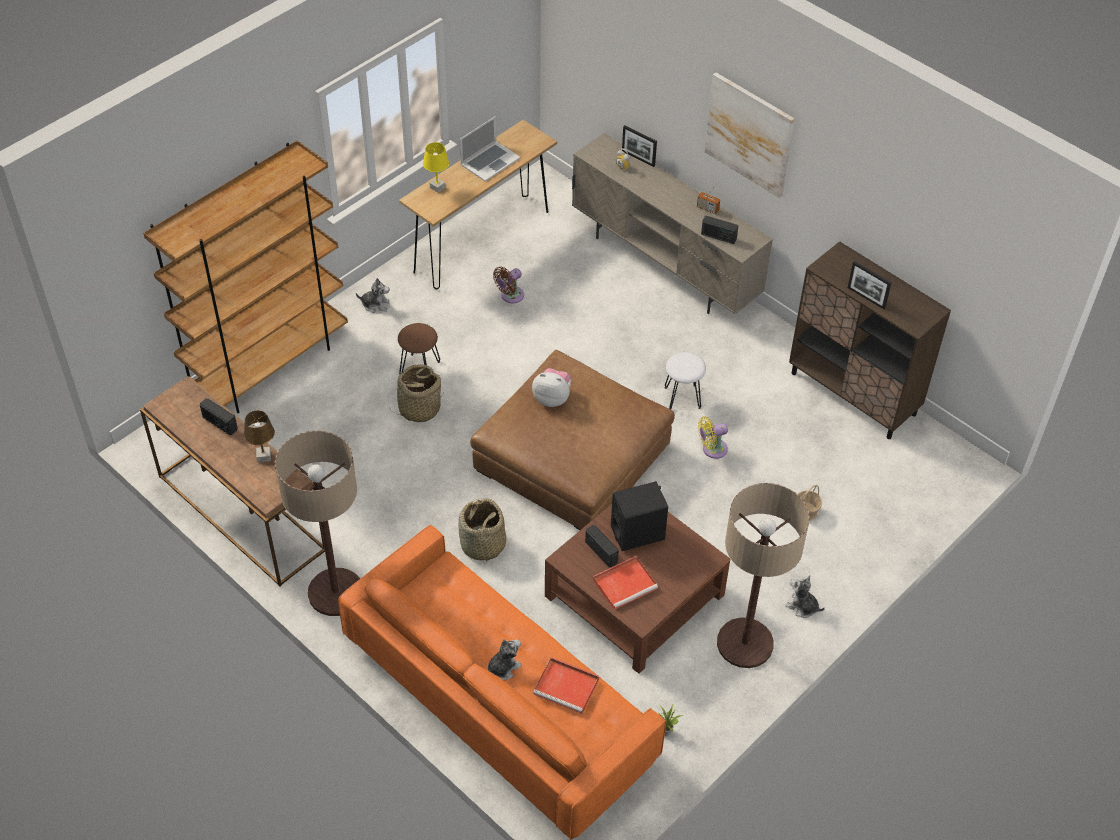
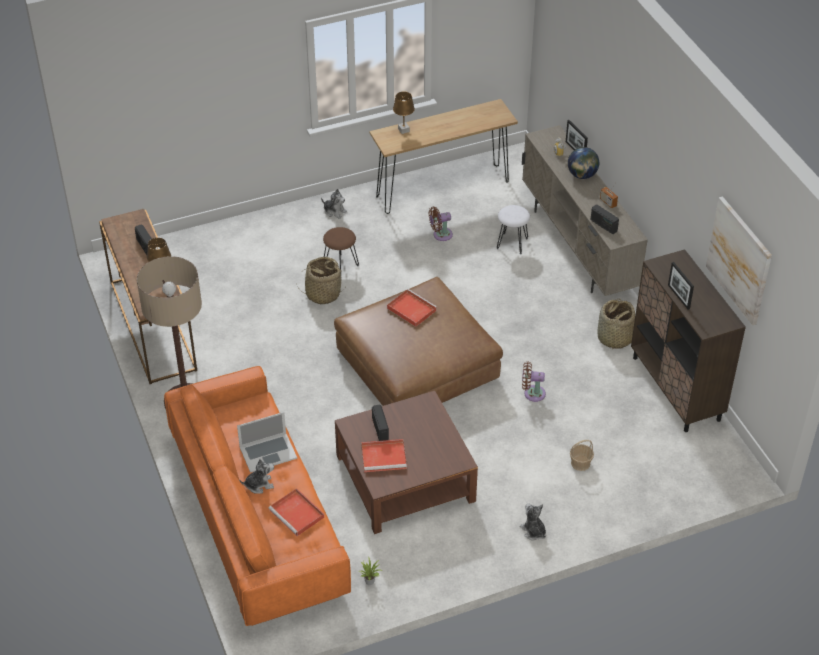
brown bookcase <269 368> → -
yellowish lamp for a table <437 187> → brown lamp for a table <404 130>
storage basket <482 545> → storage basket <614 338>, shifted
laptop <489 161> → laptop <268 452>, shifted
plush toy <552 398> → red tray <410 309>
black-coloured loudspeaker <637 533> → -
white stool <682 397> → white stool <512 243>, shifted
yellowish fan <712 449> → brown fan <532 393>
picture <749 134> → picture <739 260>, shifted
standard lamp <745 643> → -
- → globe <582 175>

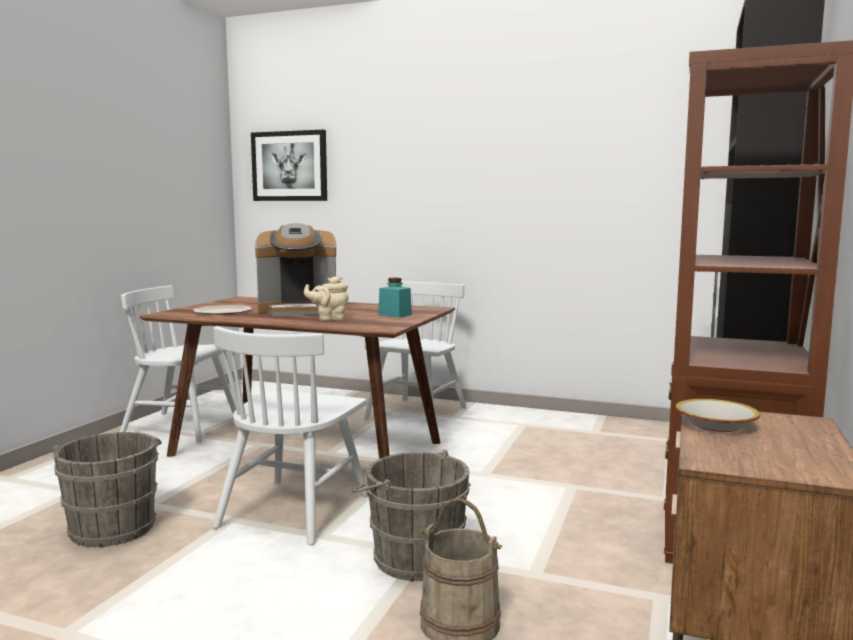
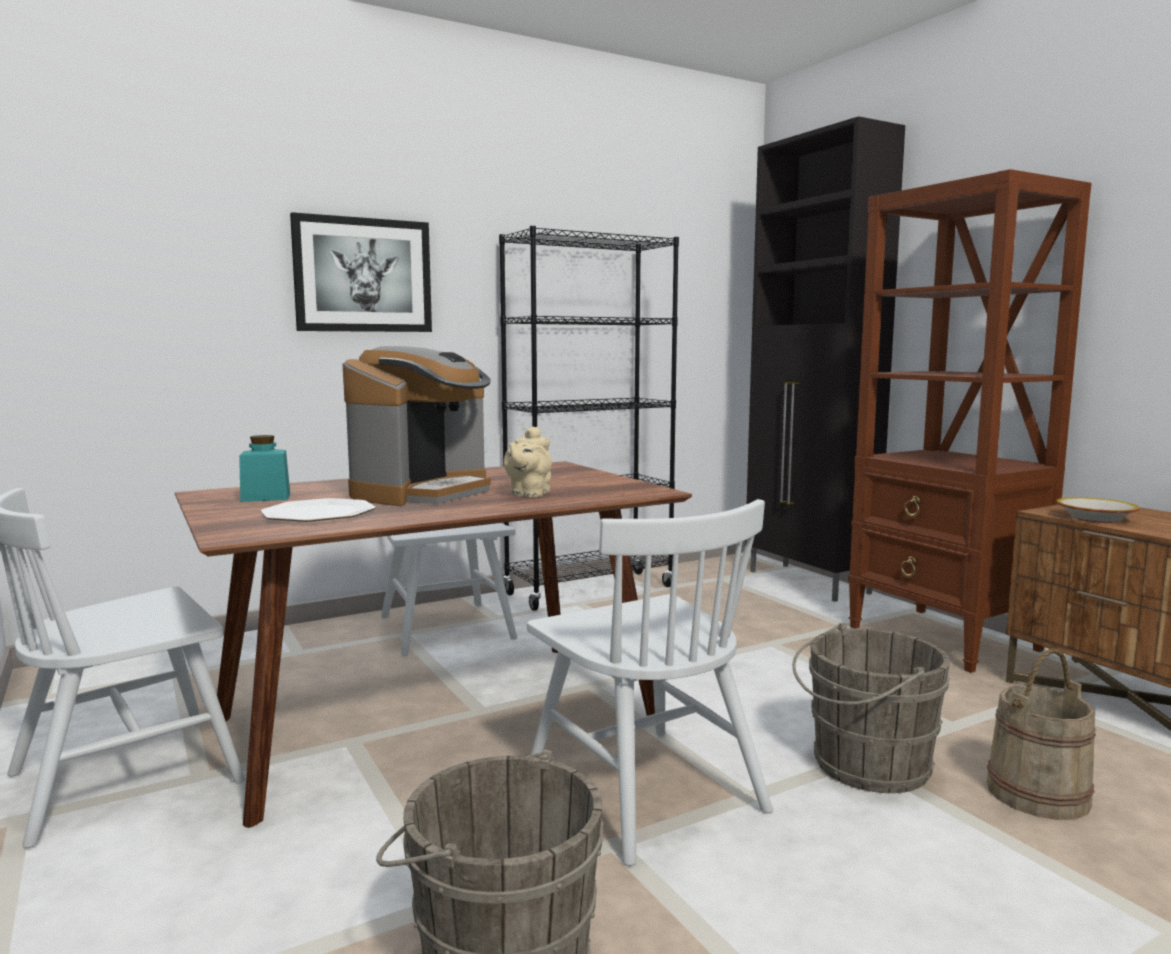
picture <289 166> → picture <363 275>, shifted
blue-green preserve jar <395 315> → blue-green preserve jar <266 497>, shifted
- → black-coloured bookcase <589 590>

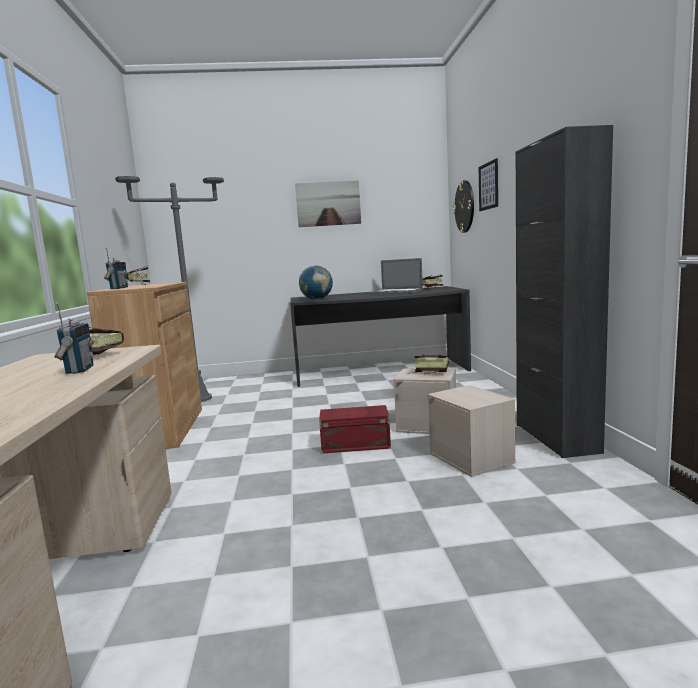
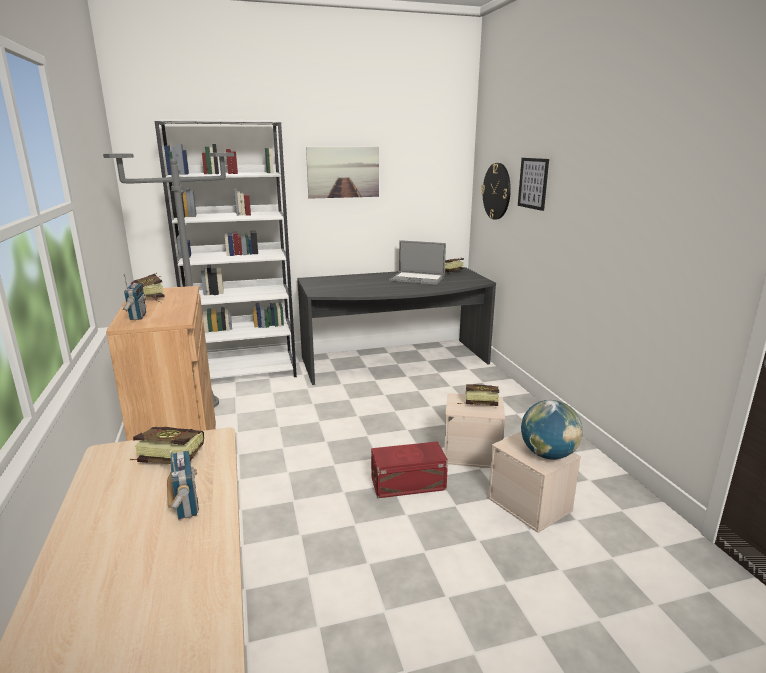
globe <317 299> → globe <548 455>, shifted
black-coloured storage cabinet <556 438> → -
- → white bookcase <245 372>

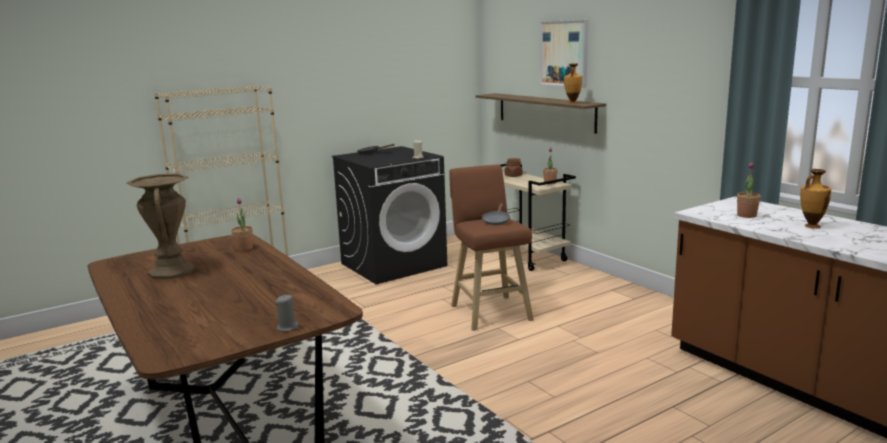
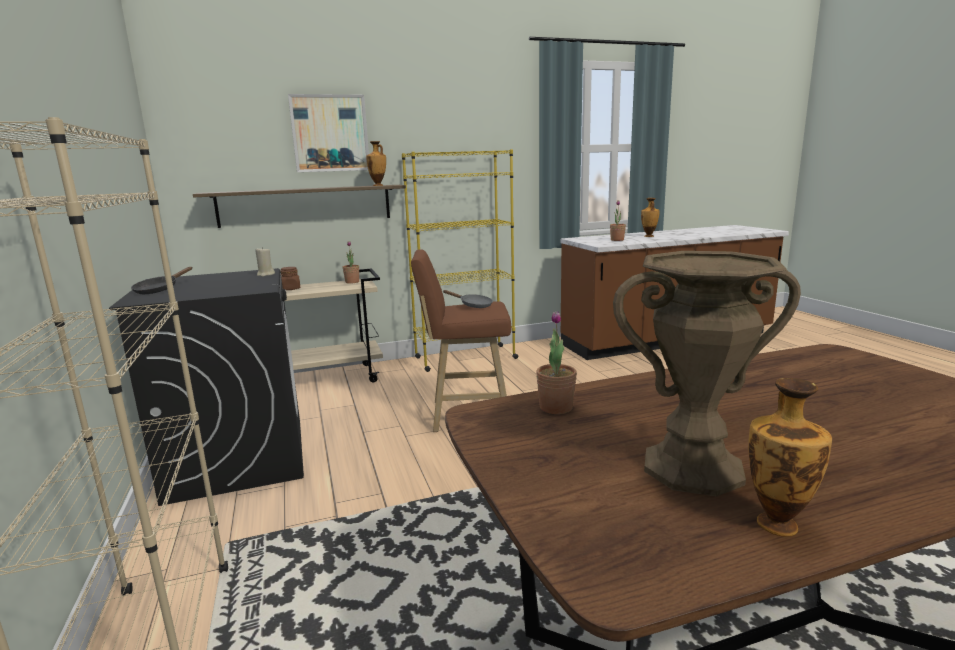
gray candle <287 327> → -
- → yellowish bookcase <465 358>
- → decorative vase <777 523>

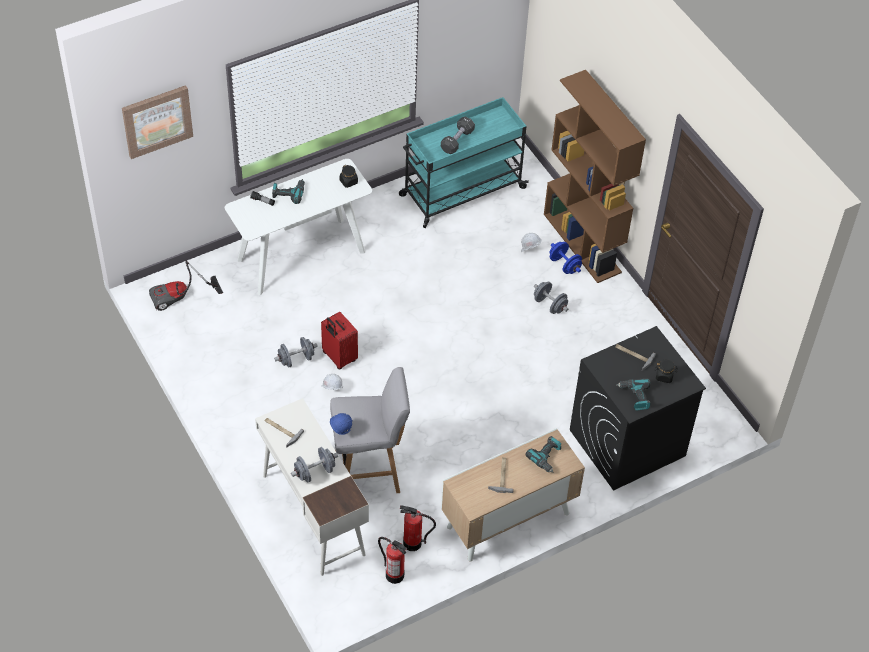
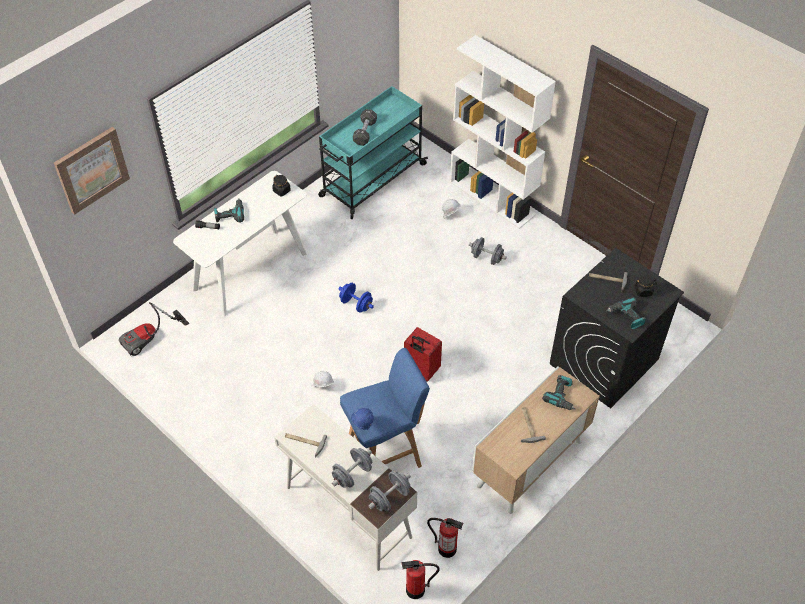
gray free weight <296 359> → gray free weight <389 497>, shifted
red travel case <338 357> → red travel case <421 370>, shifted
gray stool <369 471> → bluish stool <386 454>
extinguisher <412 543> → extinguisher <415 590>, shifted
brown bookcase <583 243> → white bookcase <493 198>
bluish free weight <564 265> → bluish free weight <356 304>, shifted

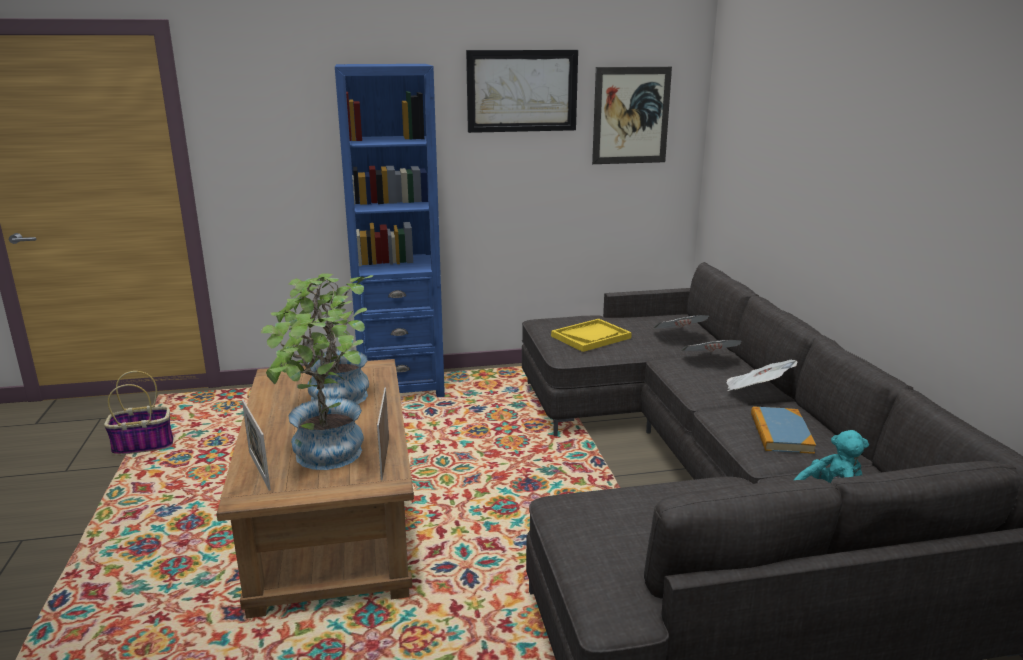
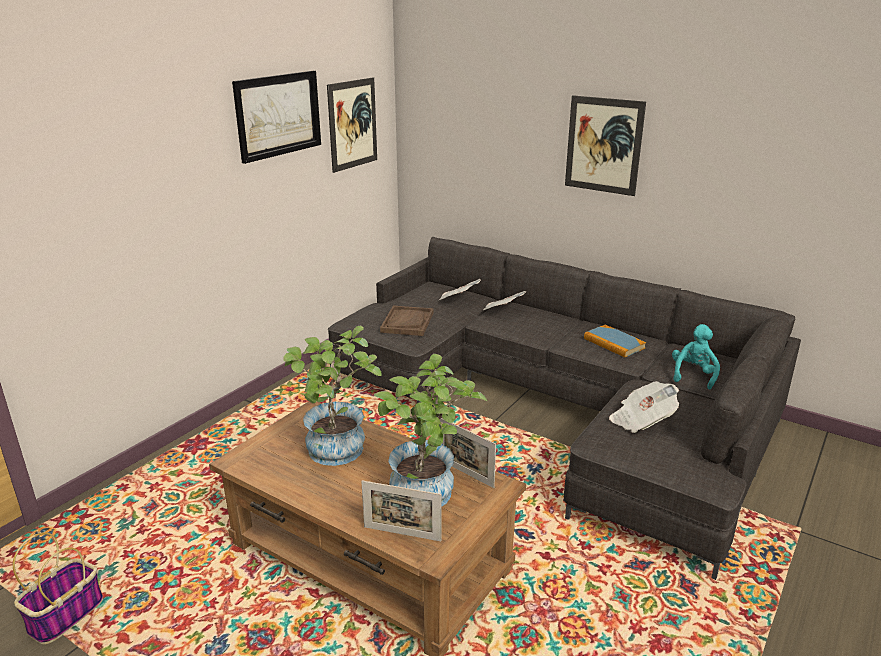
bluish bookcase <401 386> → -
yellowish tray <591 337> → brown tray <407 322>
printed paper <756 391> → printed paper <641 421>, shifted
- → picture <603 145>

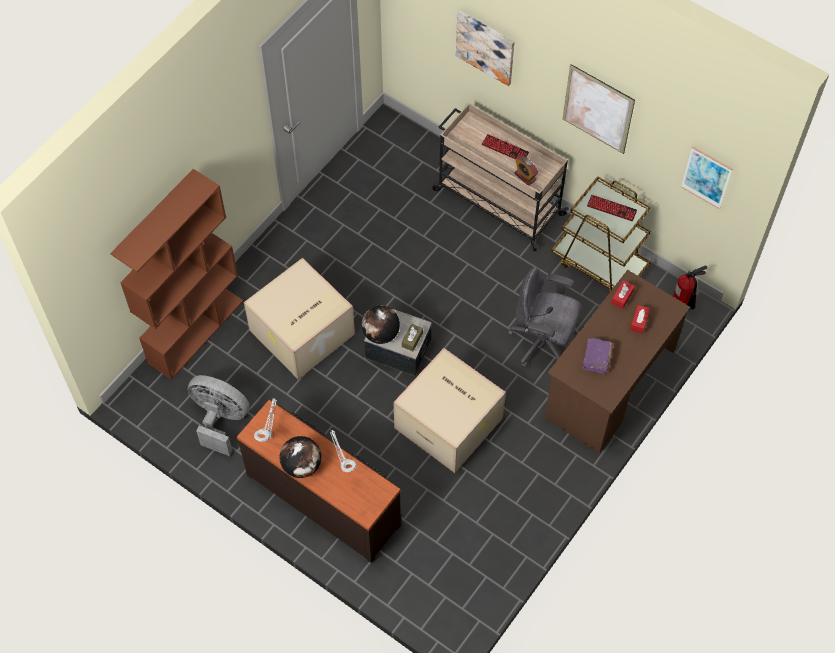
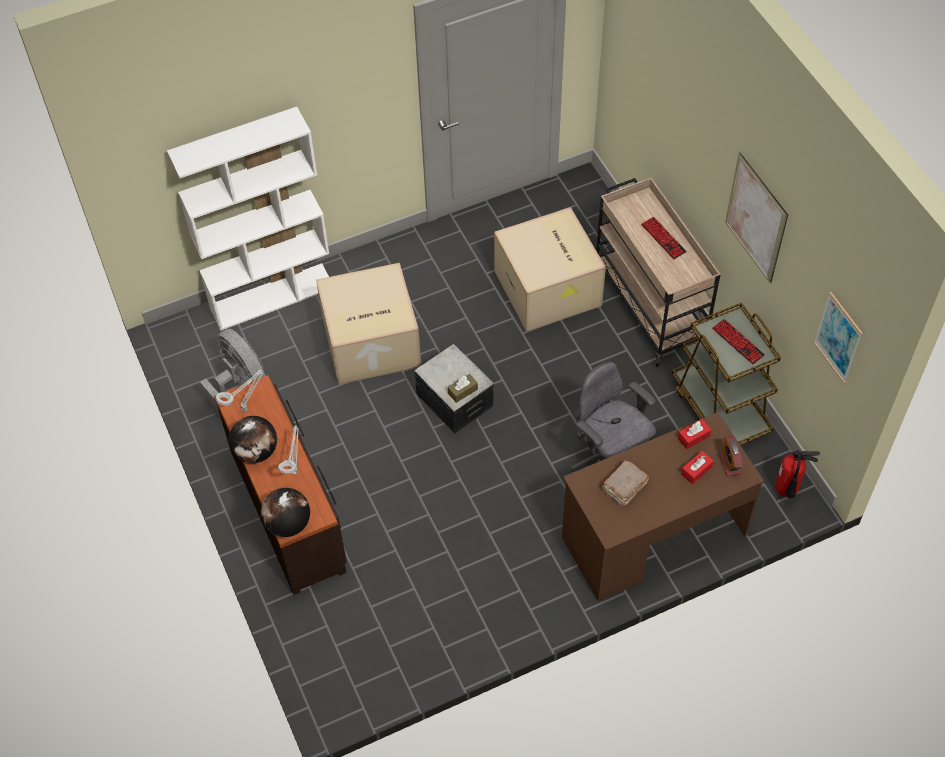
brown bookcase <195 331> → white bookcase <272 296>
globe <381 334> → globe <288 524>, shifted
packing box <450 423> → packing box <549 289>, shifted
picture <486 47> → -
bedside clock <525 176> → bedside clock <729 464>, shifted
purple-coloured volume <596 359> → brown volume <623 487>

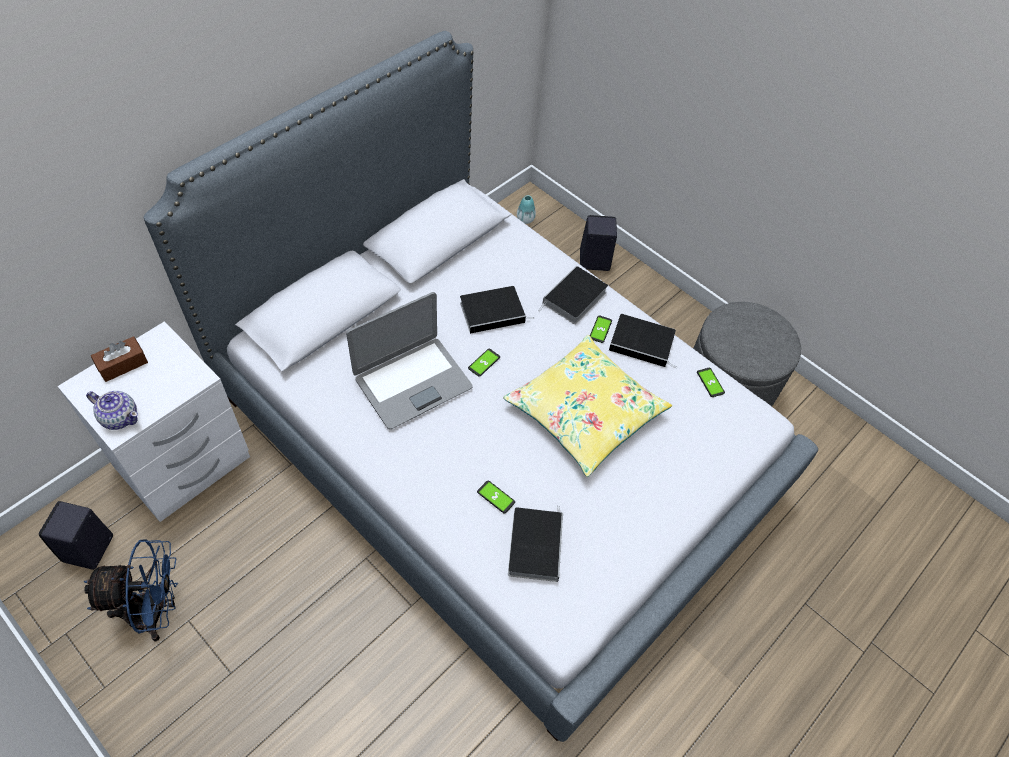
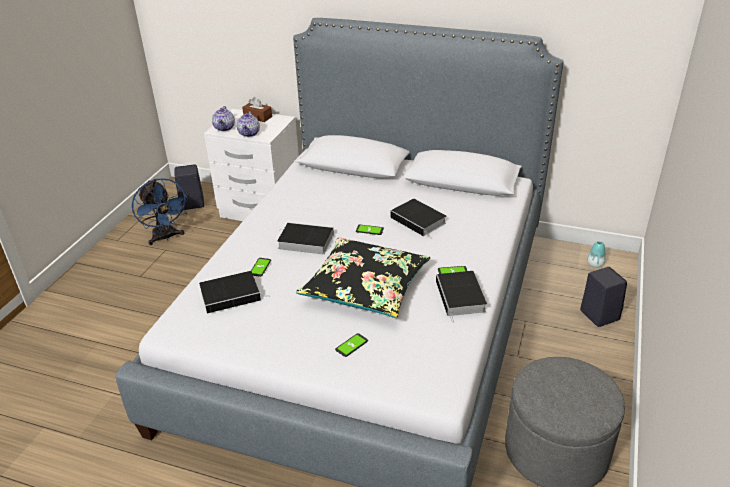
laptop <412 382> → -
yellowish cushion <585 412> → black-coloured cushion <365 287>
volume <574 299> → volume <304 241>, shifted
telephone <710 382> → telephone <351 345>, shifted
- → tea pot <249 133>

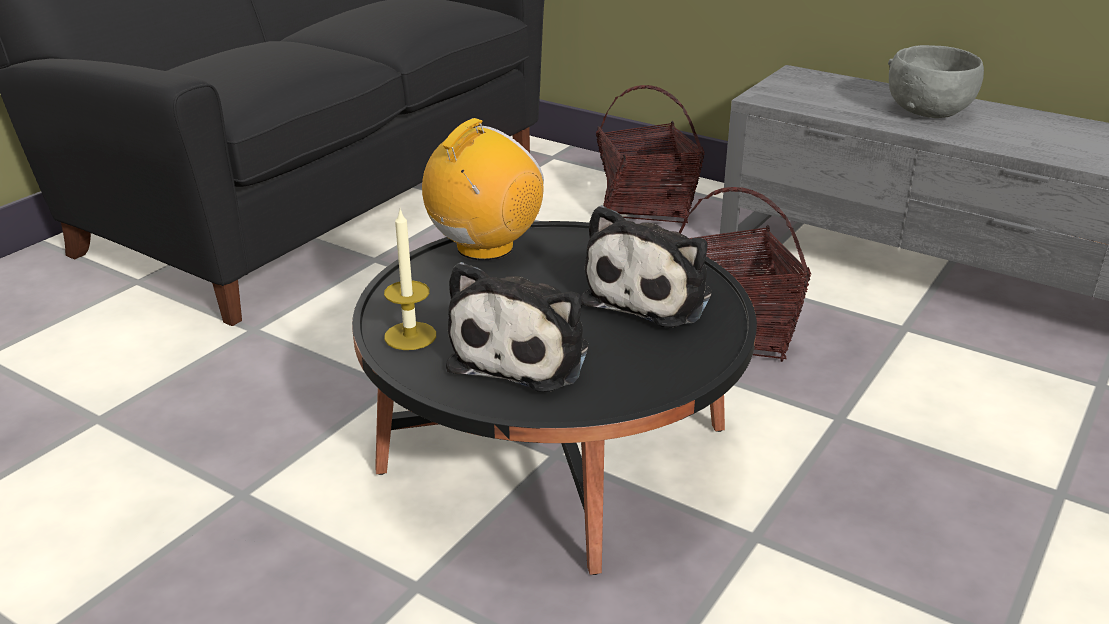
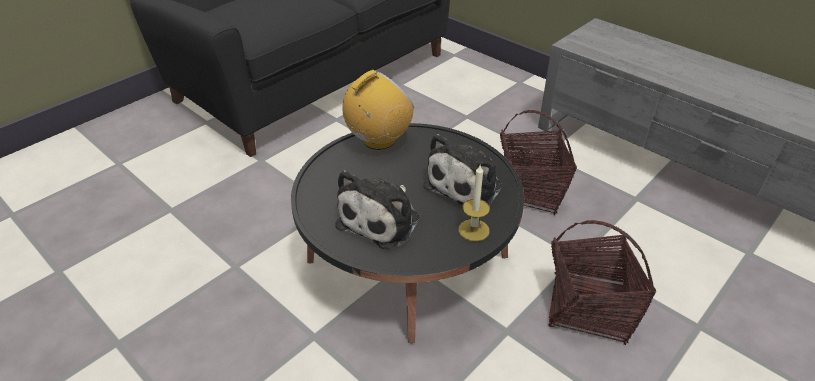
candle <410 336> → candle <473 230>, shifted
storage basket <646 207> → storage basket <589 308>, shifted
gray bowl <928 111> → -

